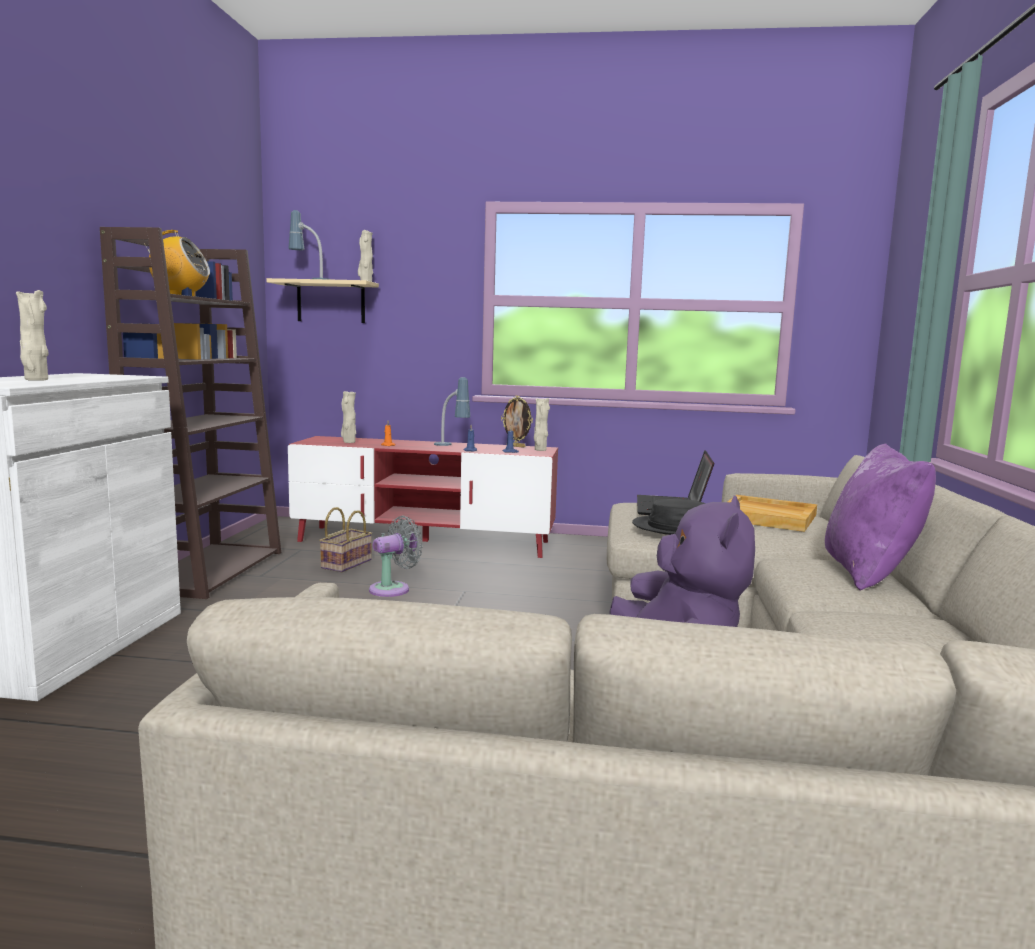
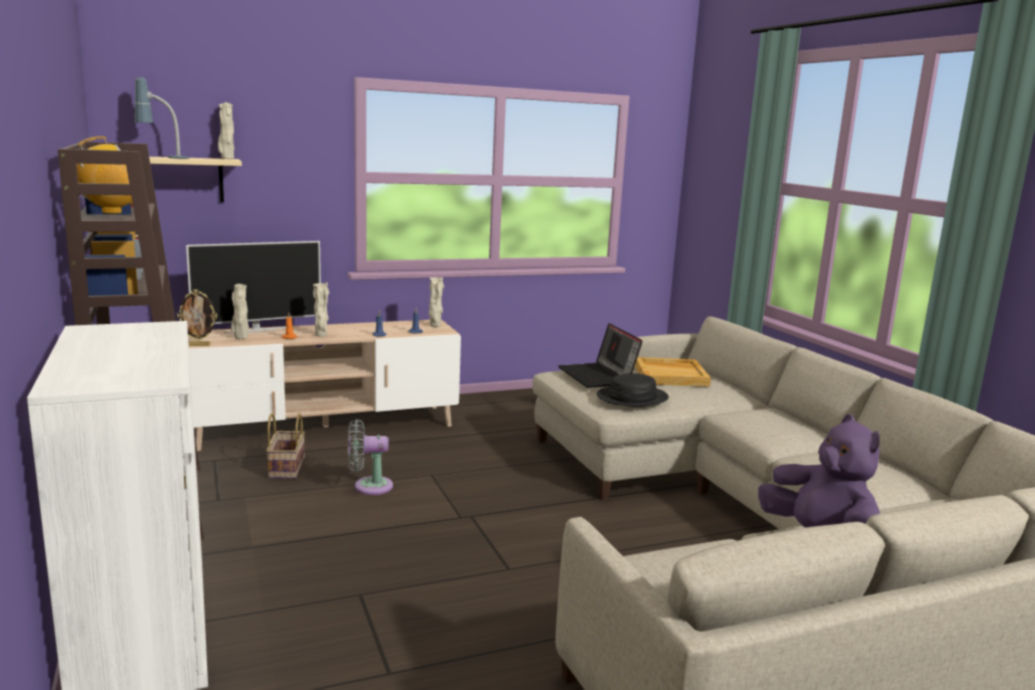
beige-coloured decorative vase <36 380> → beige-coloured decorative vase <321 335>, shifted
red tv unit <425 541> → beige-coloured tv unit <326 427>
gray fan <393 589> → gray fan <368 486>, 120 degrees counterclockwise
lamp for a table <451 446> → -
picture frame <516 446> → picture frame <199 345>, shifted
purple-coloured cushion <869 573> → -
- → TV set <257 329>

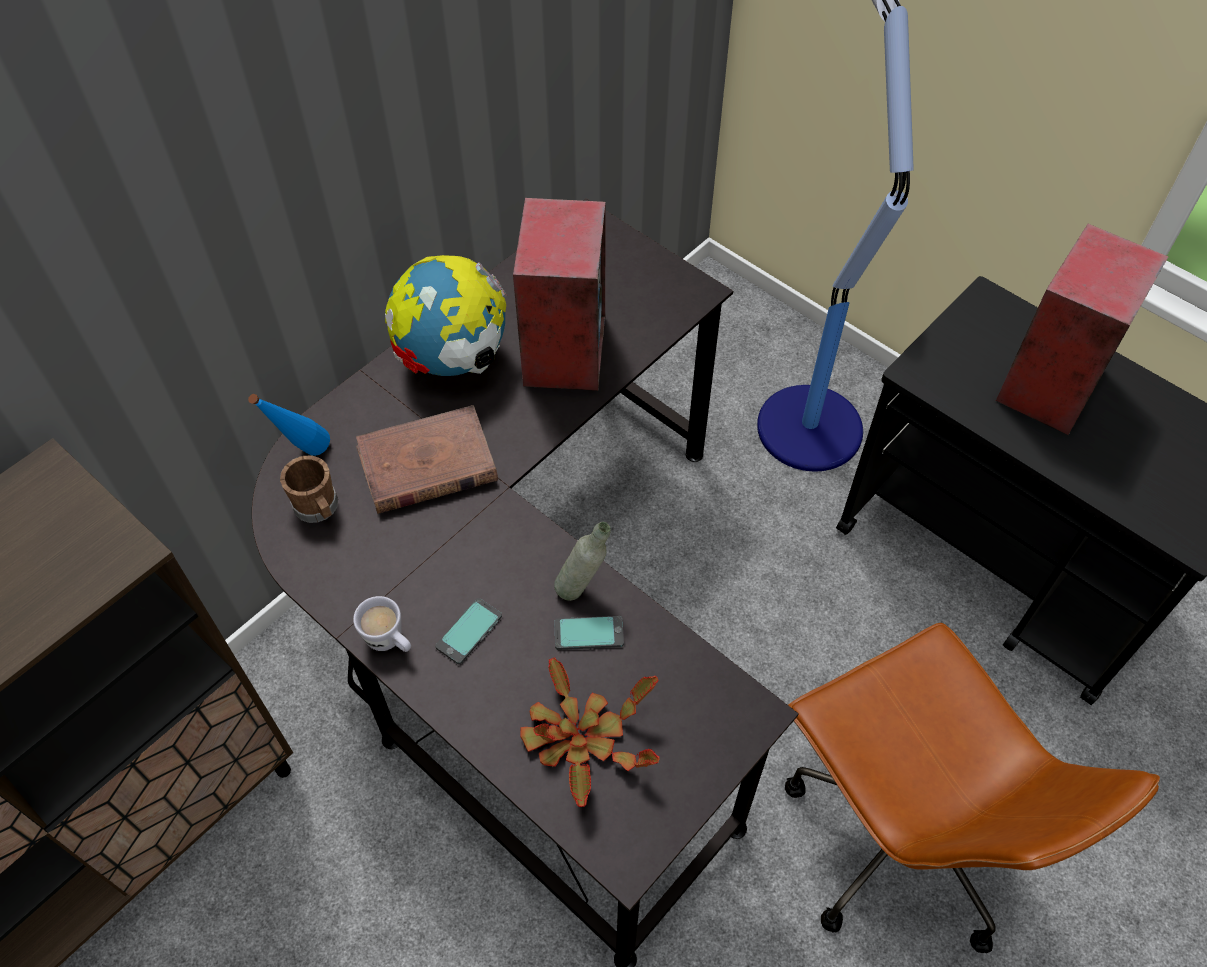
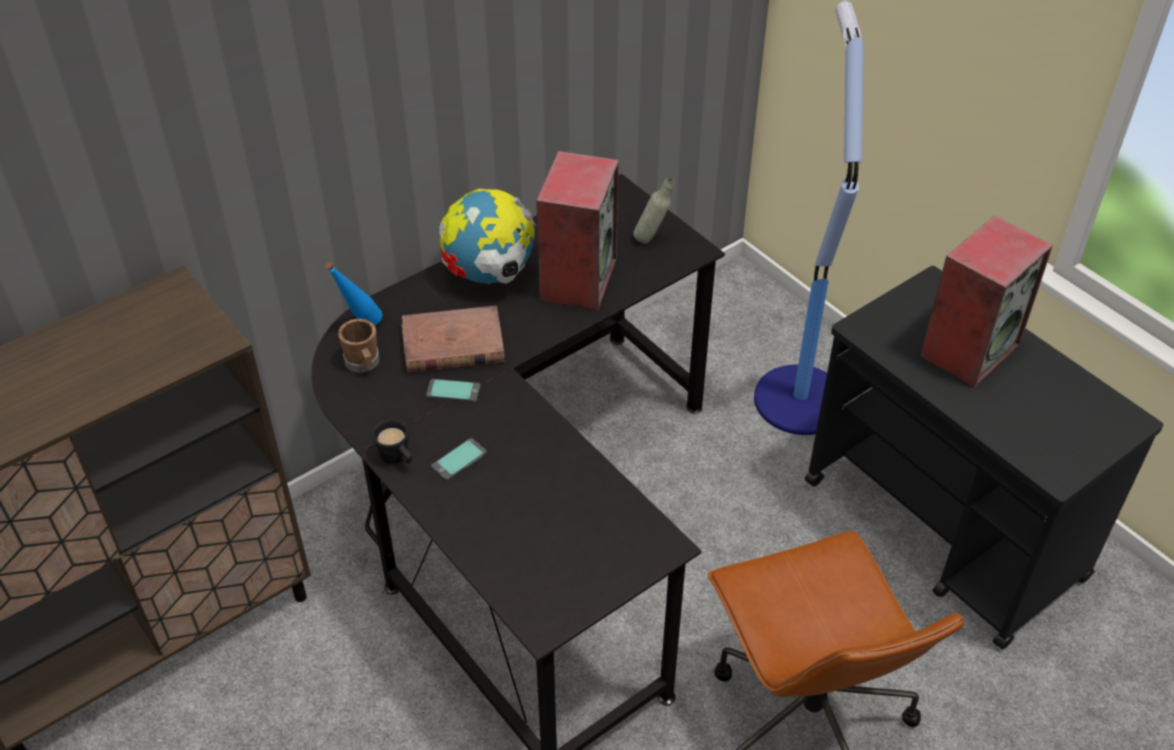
white tea mug <390 642> → black-coloured tea mug <397 459>
plant in a pot <581 738> → -
gray beverage bottle <582 588> → gray beverage bottle <652 239>, shifted
telephone <589 633> → telephone <453 391>, shifted

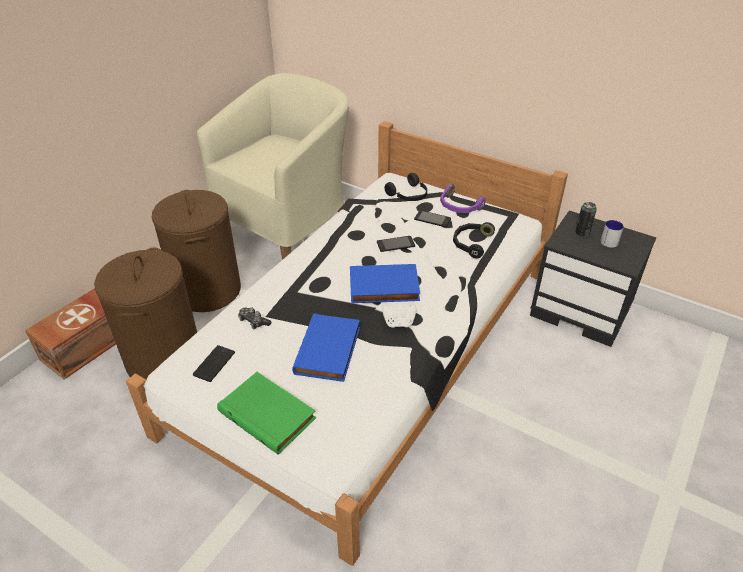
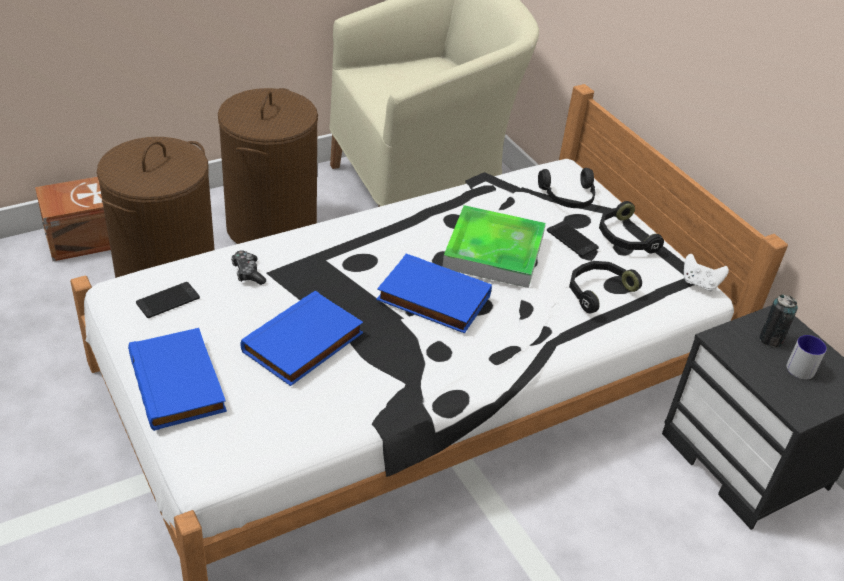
green-coloured volume <269 414> → bluish volume <180 383>
telephone <395 244> → tray <494 252>
white game controller <399 323> → white game controller <699 283>, shifted
purple-coloured headset <458 206> → black-coloured headset <624 237>

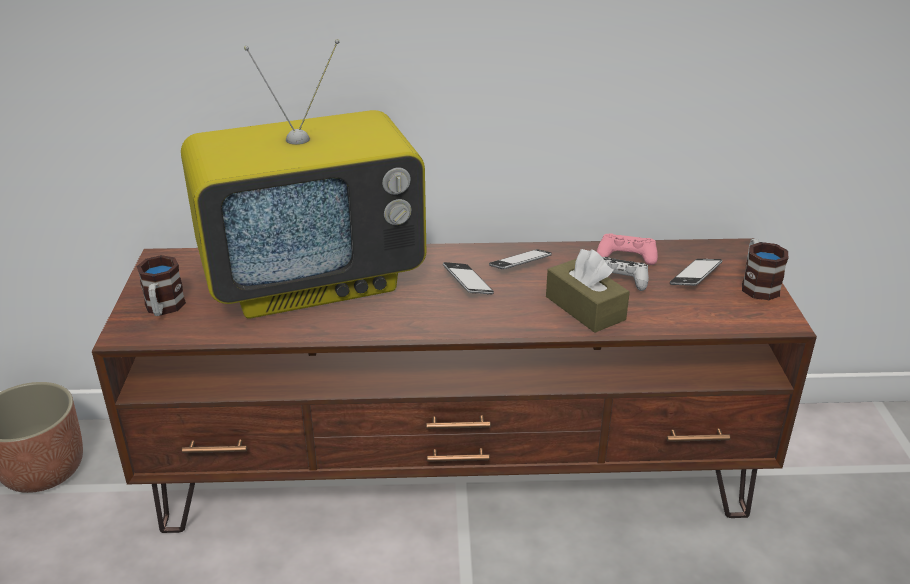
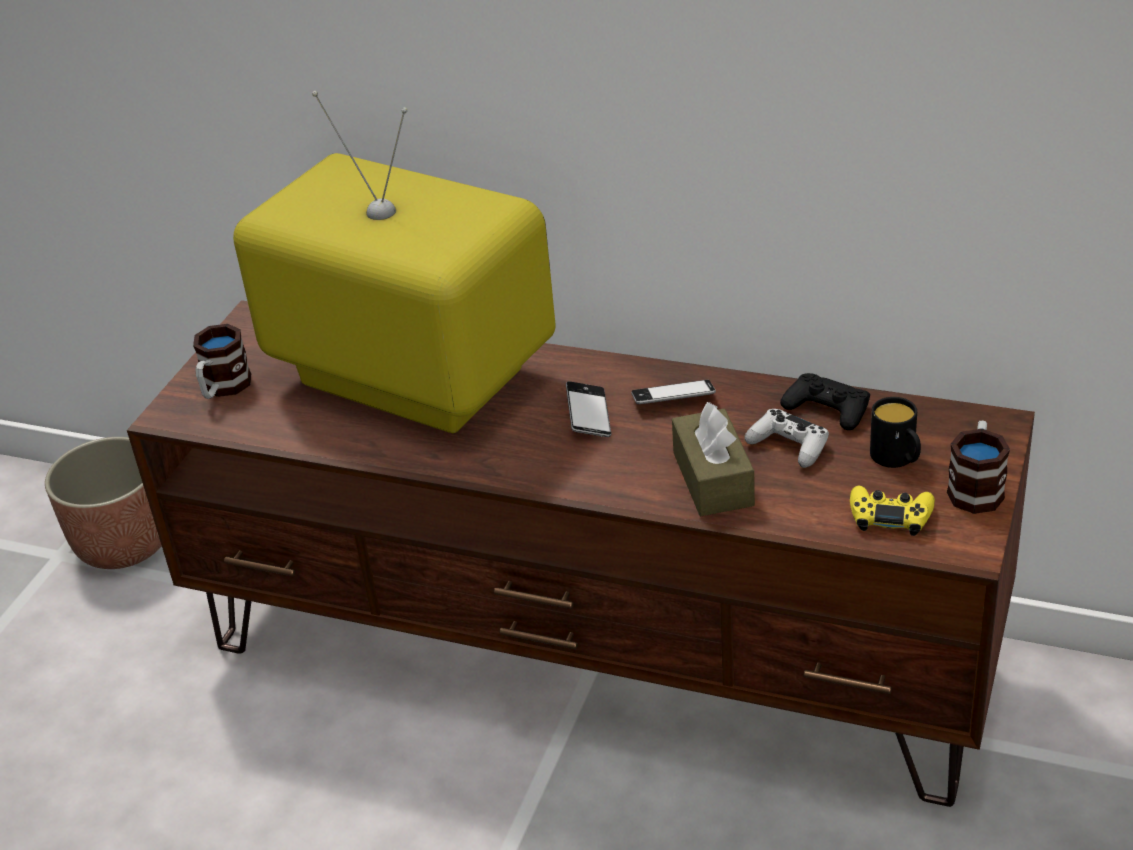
TV set <314 280> → TV set <407 378>, 150 degrees counterclockwise
pink-coloured game controller <627 255> → black-coloured game controller <827 408>
telephone <695 277> → black-coloured tea mug <897 459>
- → yellowish game controller <890 516>

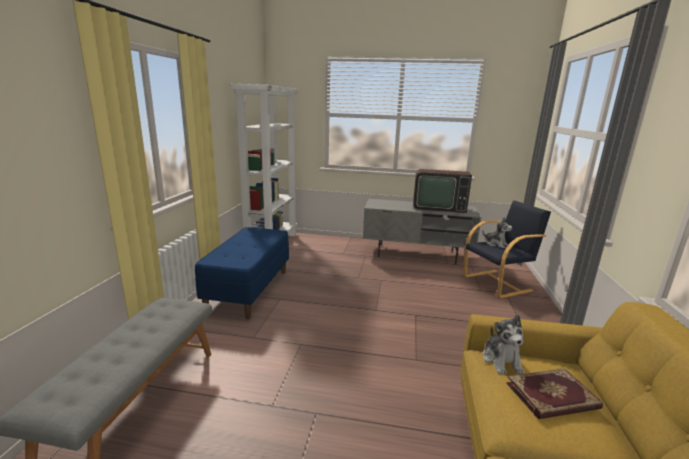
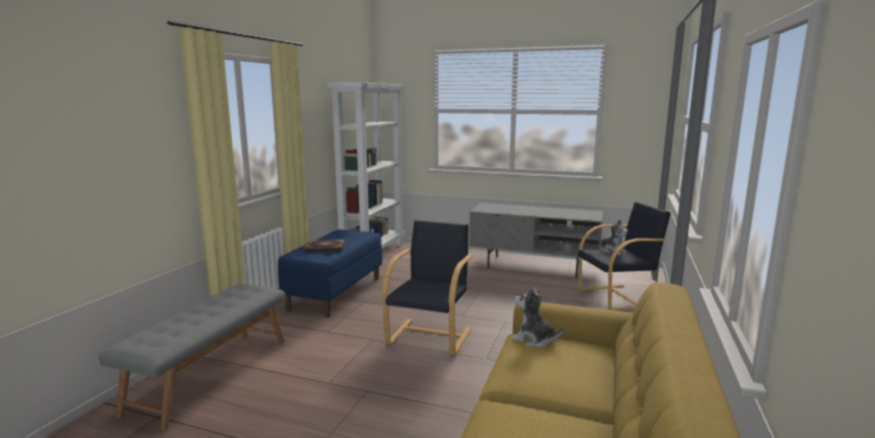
TV set <438 207> → -
plush toy <501 361> → plush toy <534 340>, 120 degrees clockwise
volume <552 397> → volume <325 248>, shifted
- → black-coloured lounge chair <430 336>

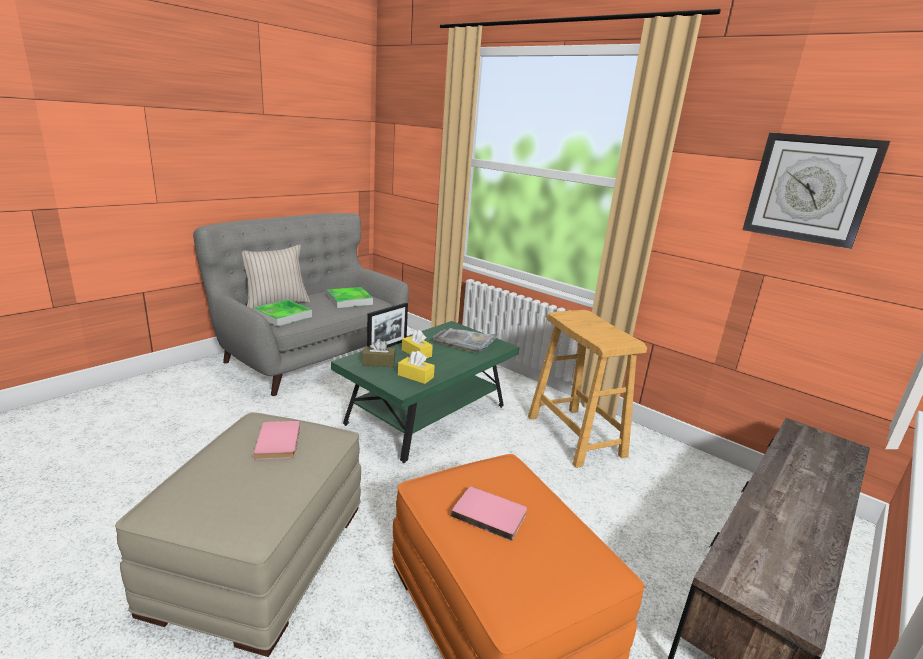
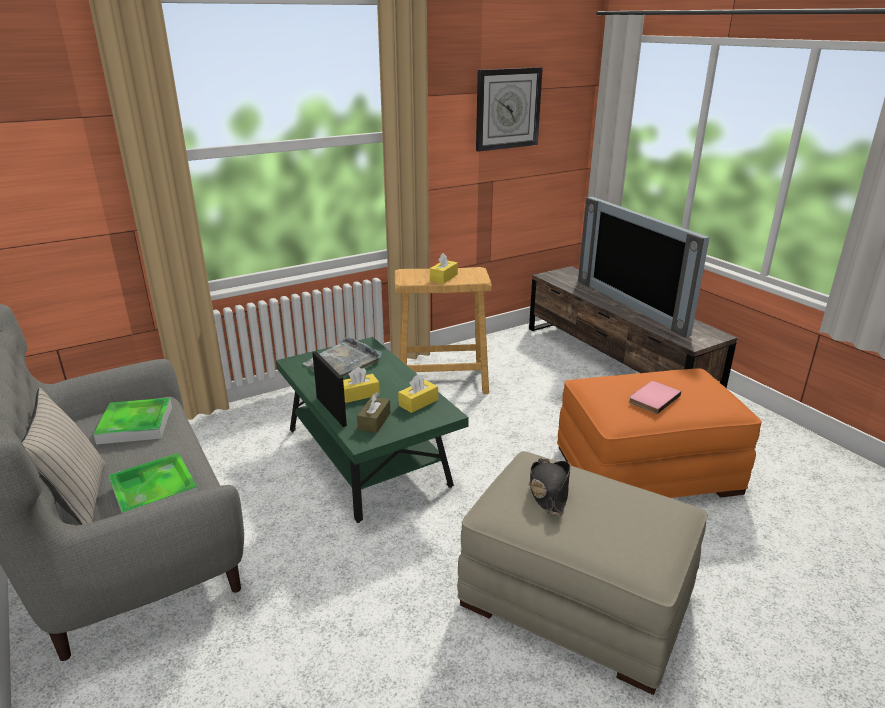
pink-coloured volume <280 442> → black-coloured wearable hat <548 491>
- → yellowish tissue holder <443 277>
- → TV set <634 304>

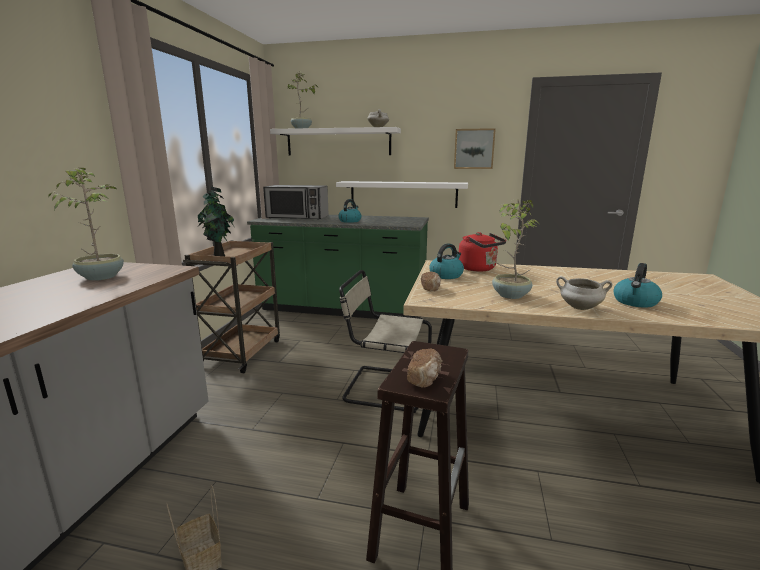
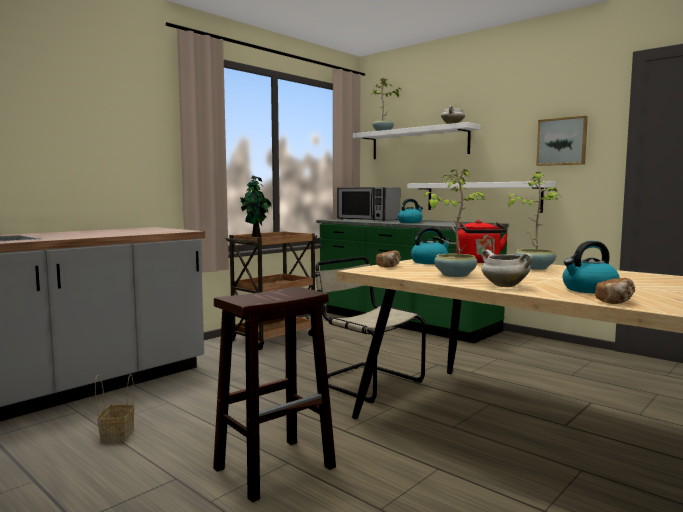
plant in a pot <101 277> → plant in a pot <534 268>, shifted
baked bread <425 378> → baked bread <616 301>, shifted

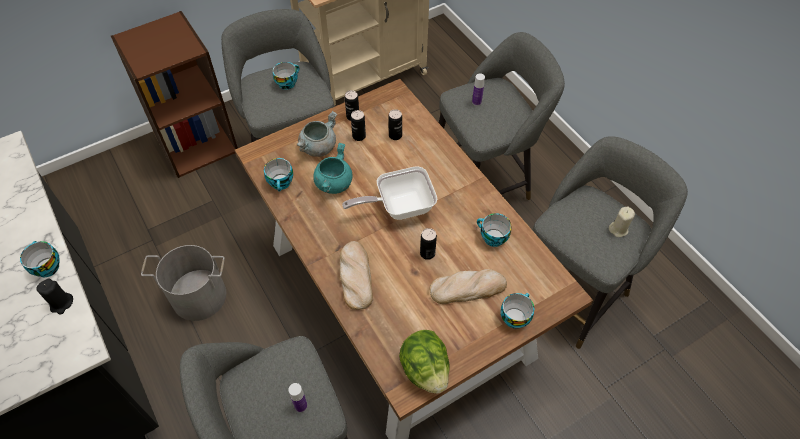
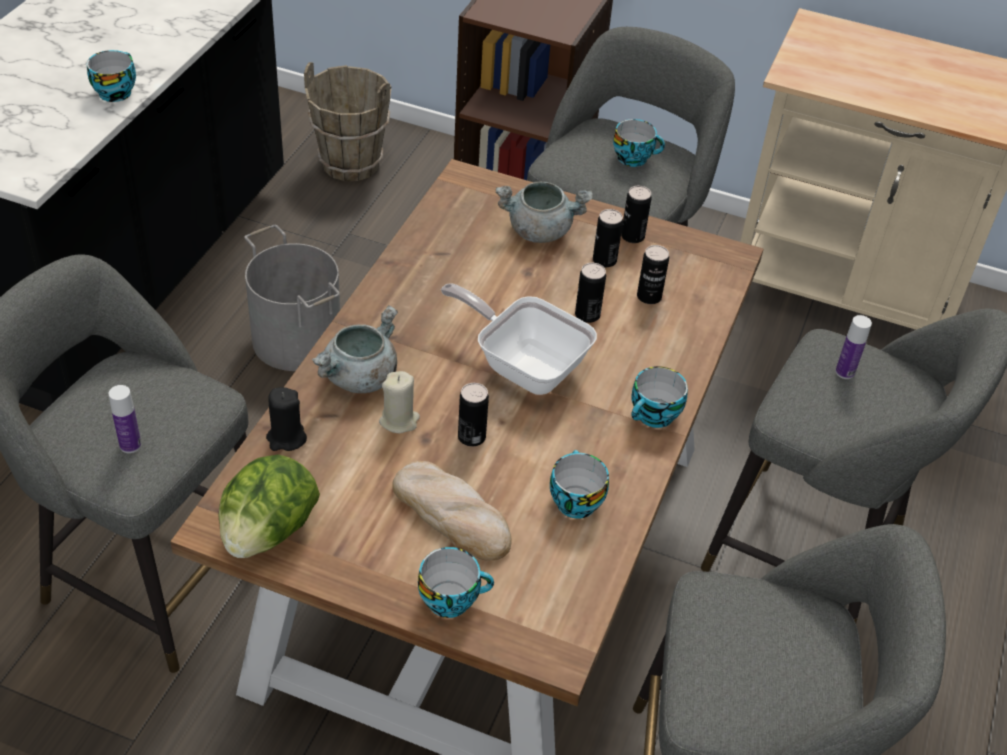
black-coloured candle <61 303> → black-coloured candle <286 438>, shifted
drinking cup <281 183> → drinking cup <654 416>, shifted
blue-green stockpot <333 183> → -
baked bread <355 276> → gray stockpot <360 378>
beige-coloured candle <618 229> → beige-coloured candle <399 420>, shifted
- → brown water bucket <351 163>
- → sealed can <587 315>

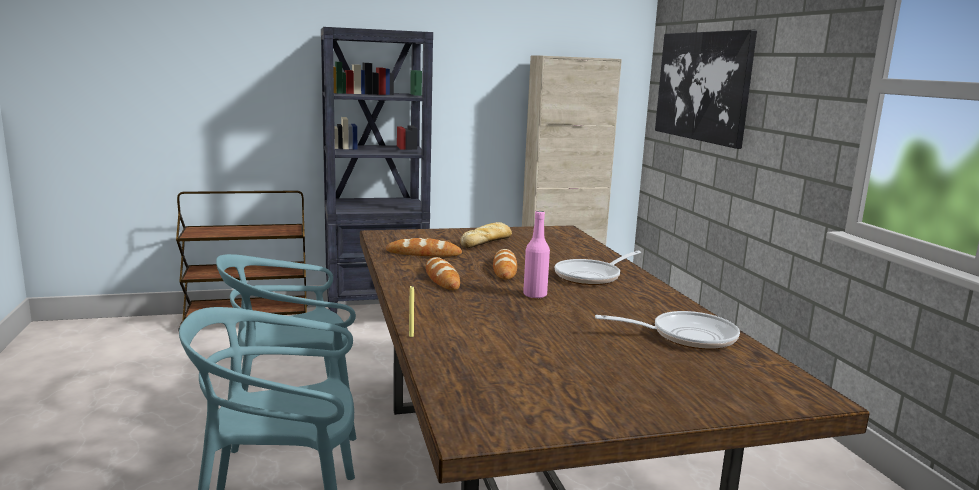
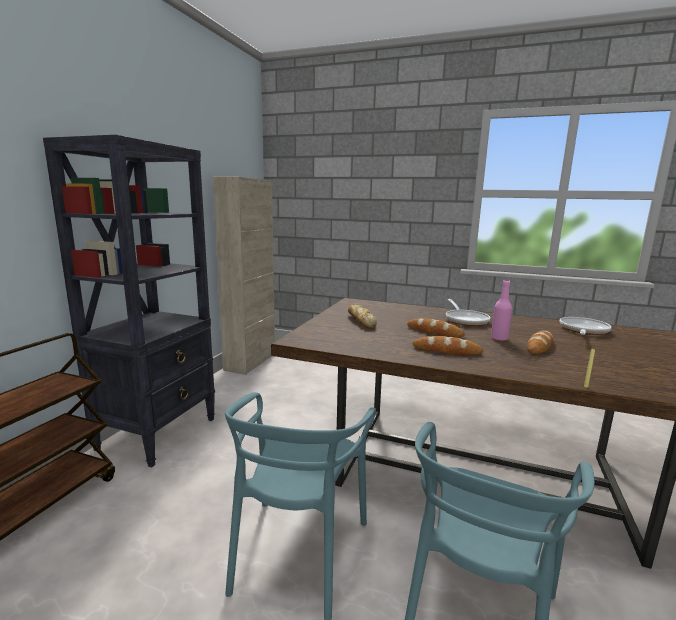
baked bread <423 253> → baked bread <539 346>, shifted
picture <702 86> → -

